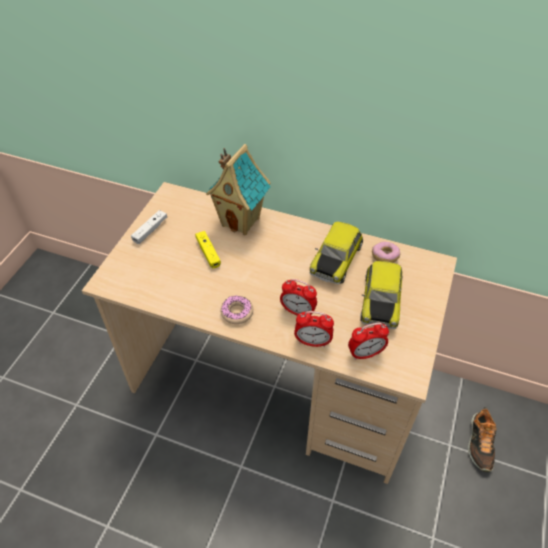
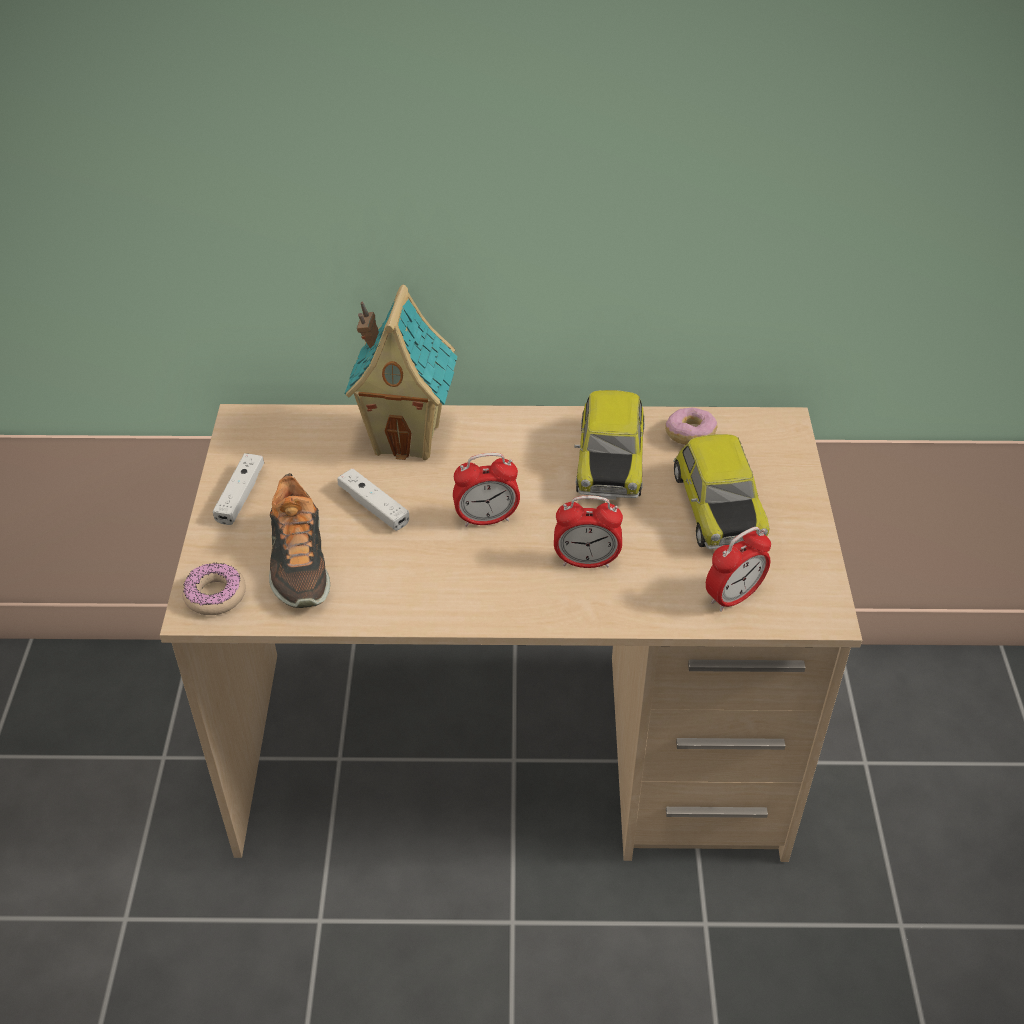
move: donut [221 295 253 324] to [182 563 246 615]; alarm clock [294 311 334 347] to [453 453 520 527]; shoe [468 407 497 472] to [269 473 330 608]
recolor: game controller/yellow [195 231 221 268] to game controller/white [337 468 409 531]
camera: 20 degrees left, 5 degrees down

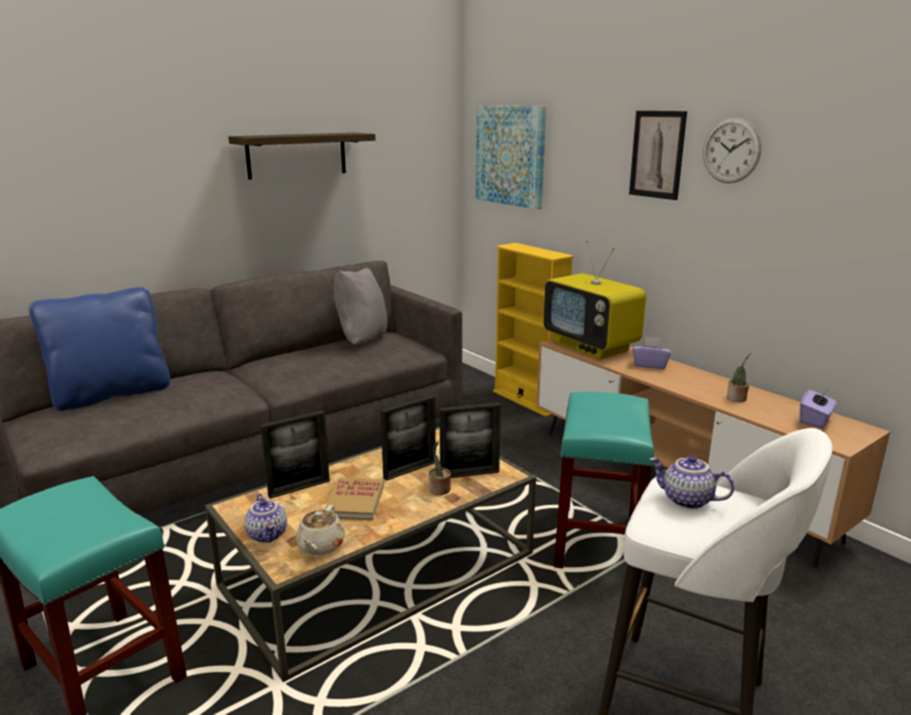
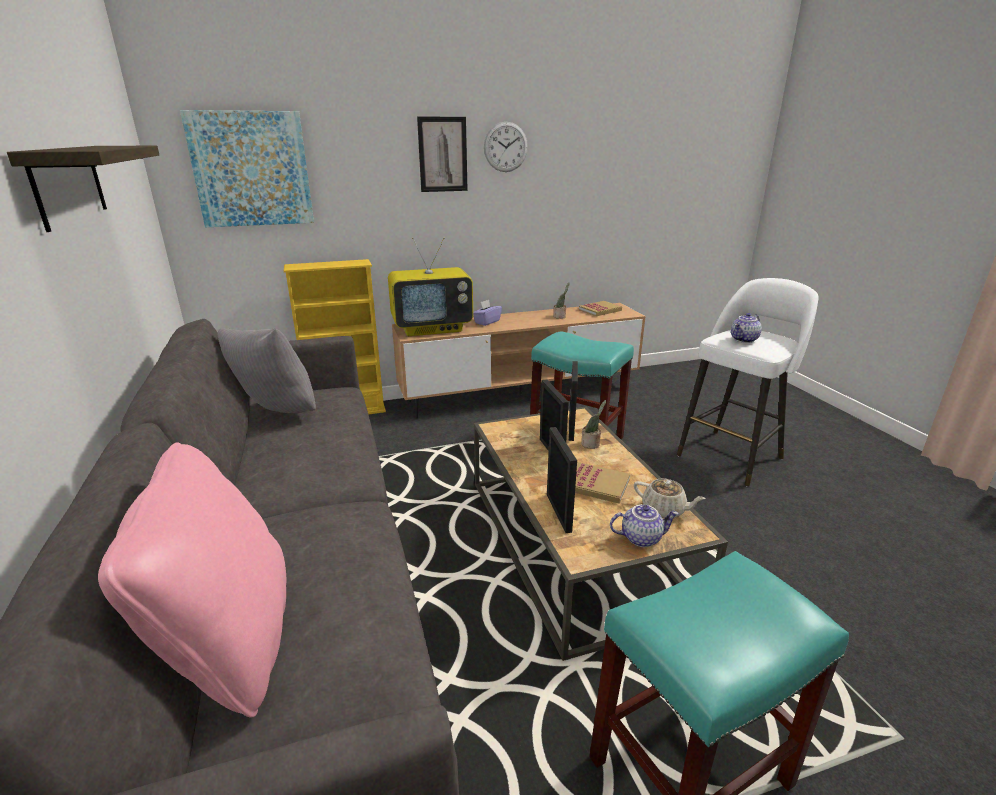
replace: tissue box/purple [799 388 837 428] to book [579 301 622 316]
recolor: pillow/blue [29 287 170 411] to pillow/pink [98 442 286 718]
camera: 70 degrees left, 5 degrees up

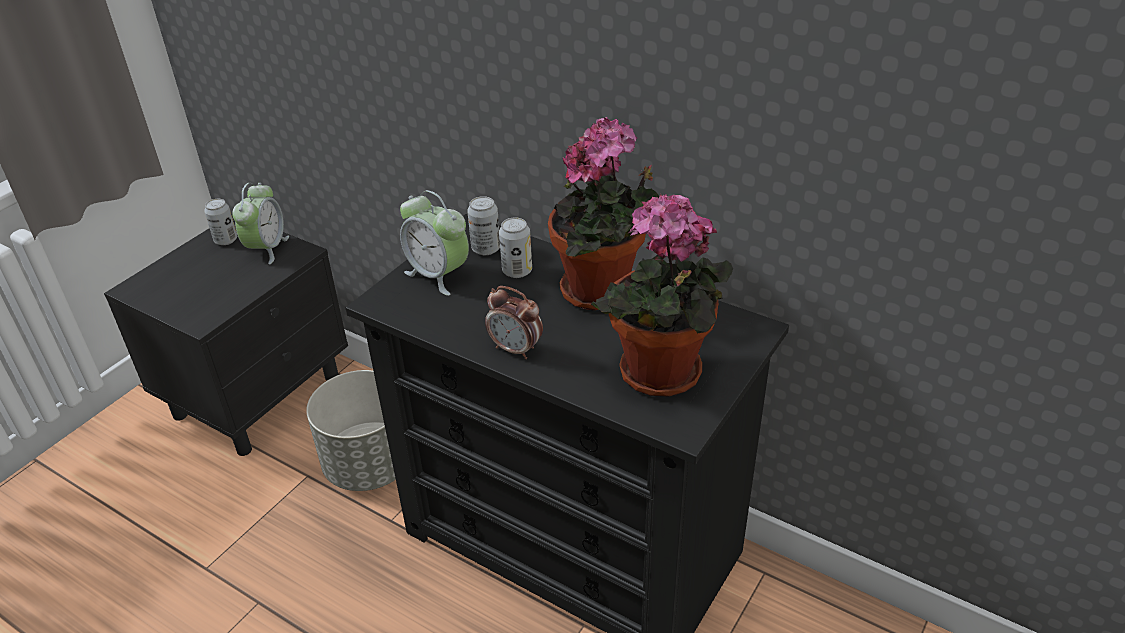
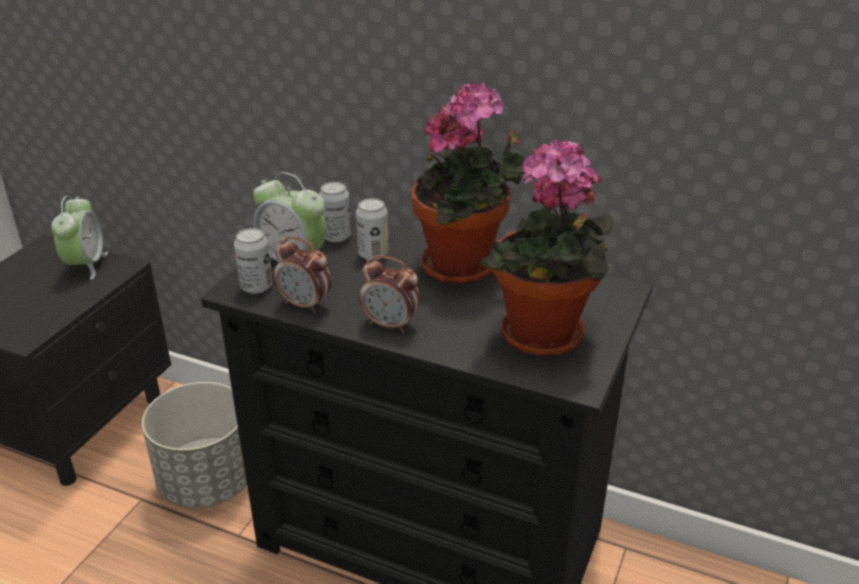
insert: alarm clock [274 237 332 313]
move: can [204 199 237 245] to [234 228 273 294]
camera: 10 degrees left, 5 degrees down

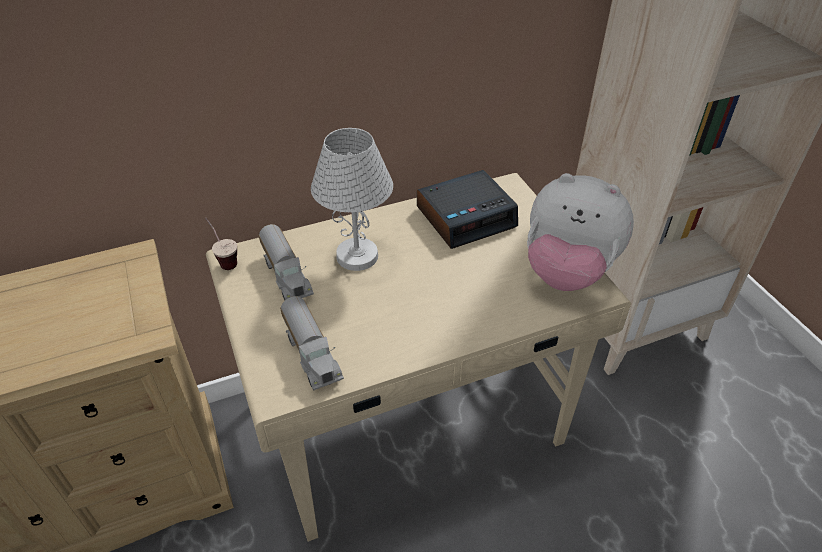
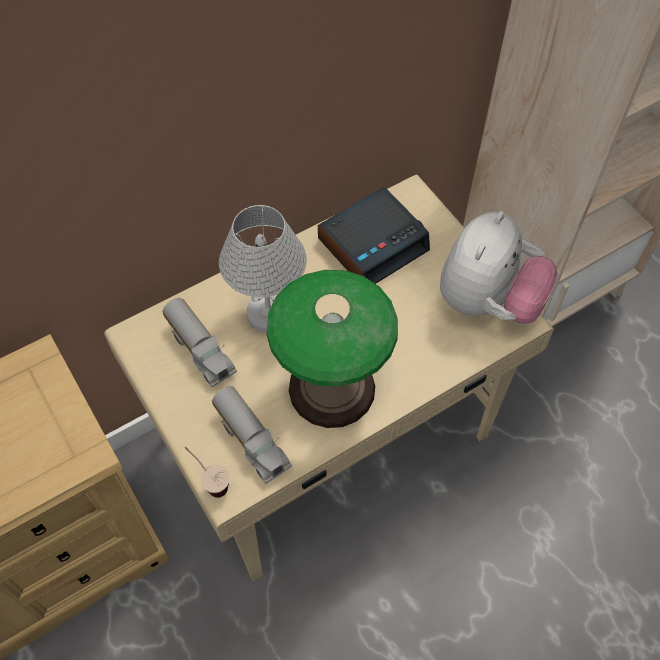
insert: table lamp [266 270 398 428]
move: cup [205 218 237 270] to [185 447 230 498]
rotate: plush toy [527 173 634 291] = [440 211 558 324] 75 degrees counterclockwise
camera: 10 degrees left, 15 degrees up

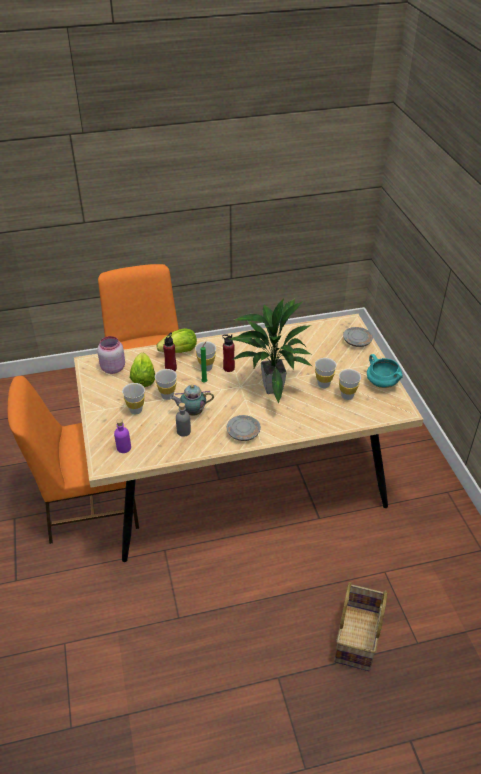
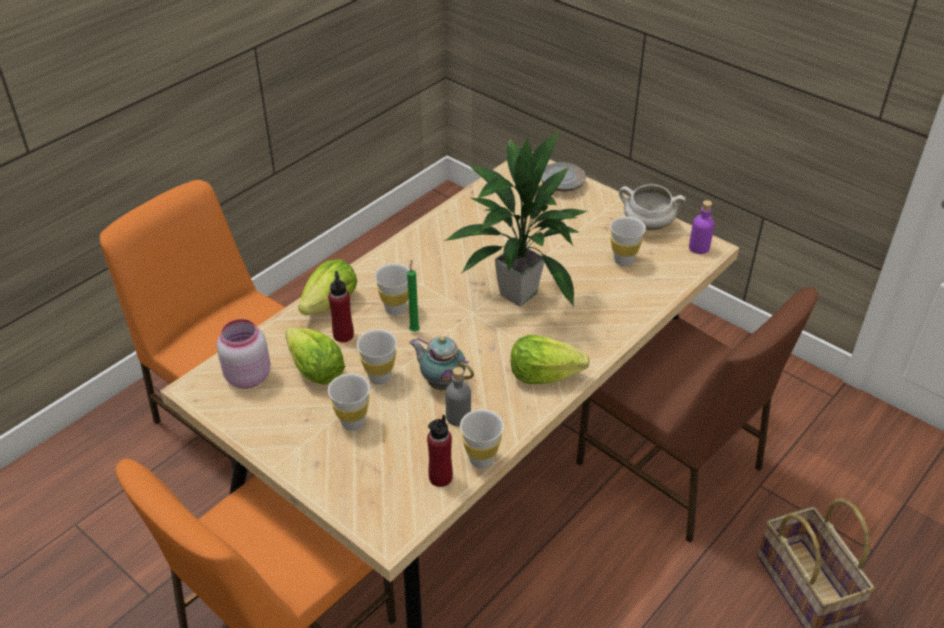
insert: chair/brown [576 287 818 542]
move: bottle/purple [114 419 131 453] to [689 200 715 254]; bottle/red [222 334 235 372] to [427 415 453 487]; cup/white [315 358 337 388] to [460 409 504 469]
replace: plate/grey [227 415 261 441] to lettuce [511 335 590 384]
recolor: cooking pot/turquoise [367 354 403 388] to cooking pot/white [619 184 686 230]
rotate: teapot [170 385 214 416] = [409 336 474 390] 75 degrees clockwise
camera: 35 degrees left, 0 degrees up

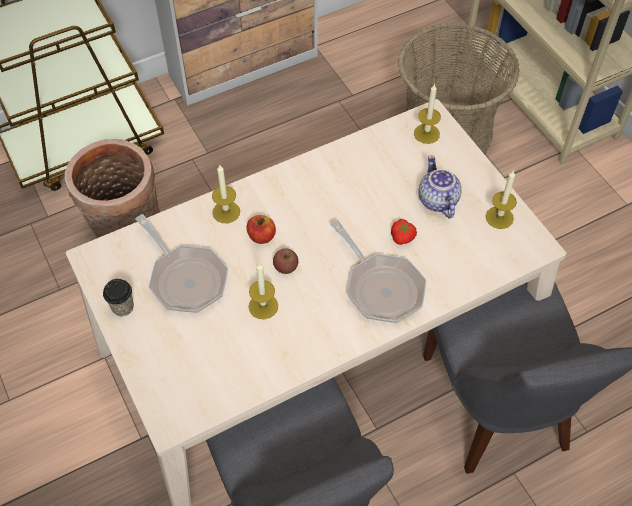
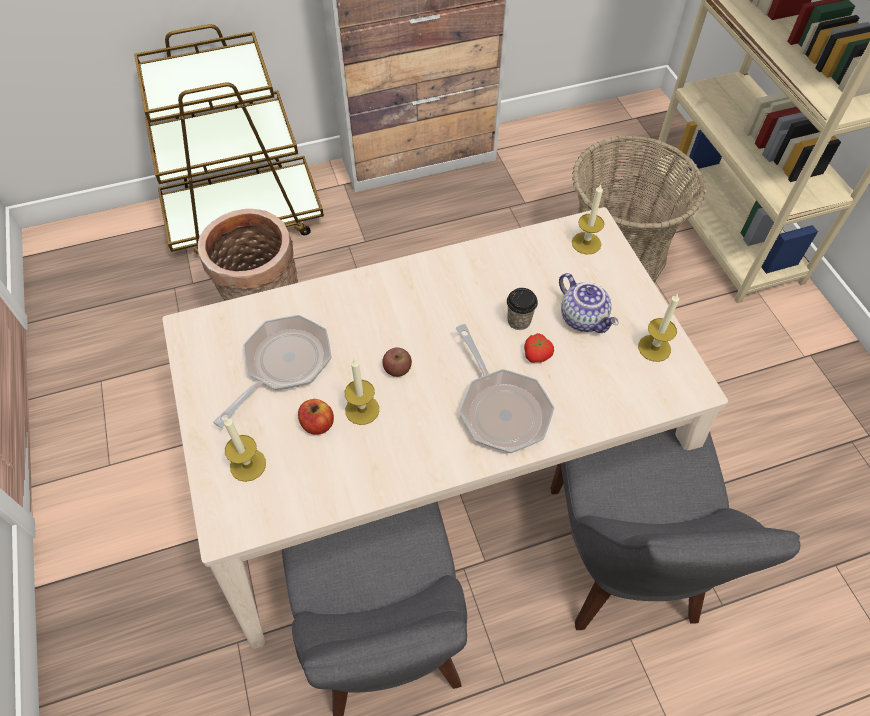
move: cup [103 279 134 316] to [507 288 538 330]; candle [212 164 240 223] to [224 418 266 482]; apple [246 215 276 244] to [298 399 334 435]
rotate: frying pan [135 214 228 313] = [213 315 332 428] 120 degrees counterclockwise; teapot [418 155 462 218] = [559 273 619 333] 150 degrees clockwise
camera: 10 degrees right, 0 degrees up

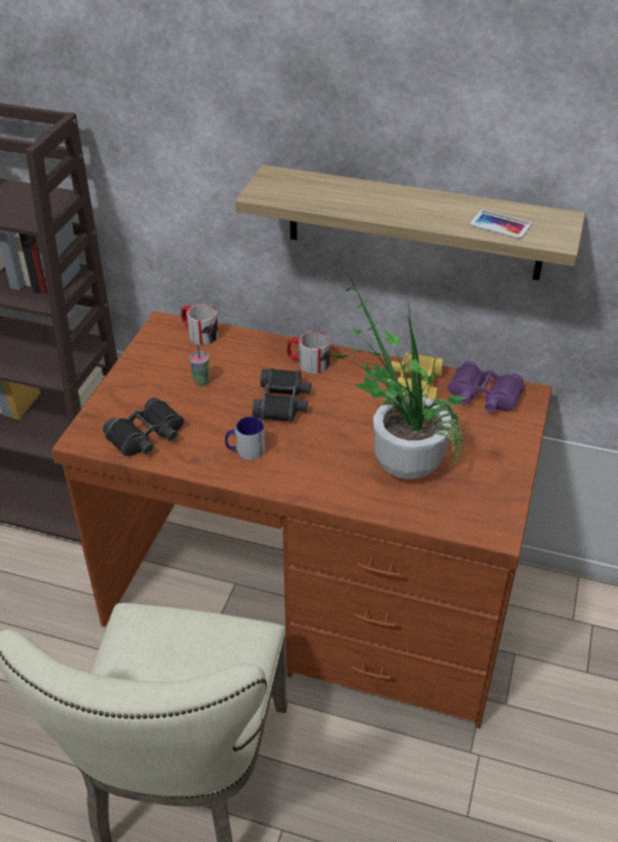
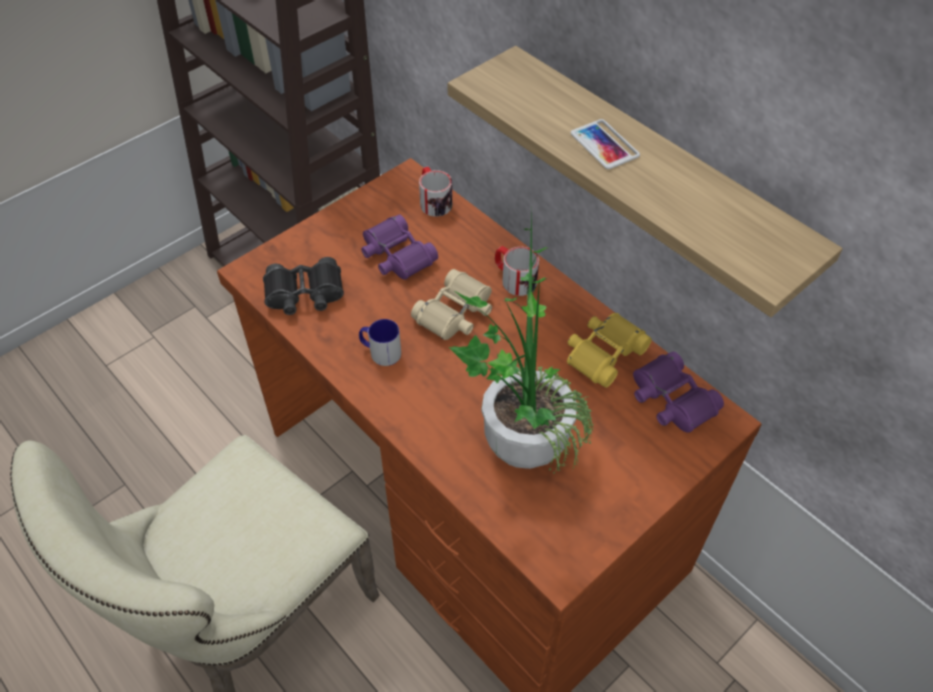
move: phone [470 209 532 239] to [571 119 640 169]
replace: cup [190 344 209 386] to binoculars/purple [361 215 438 280]
recolor: binoculars/black [252 368 311 422] to binoculars/beige [411 269 492 340]
camera: 30 degrees right, 10 degrees up

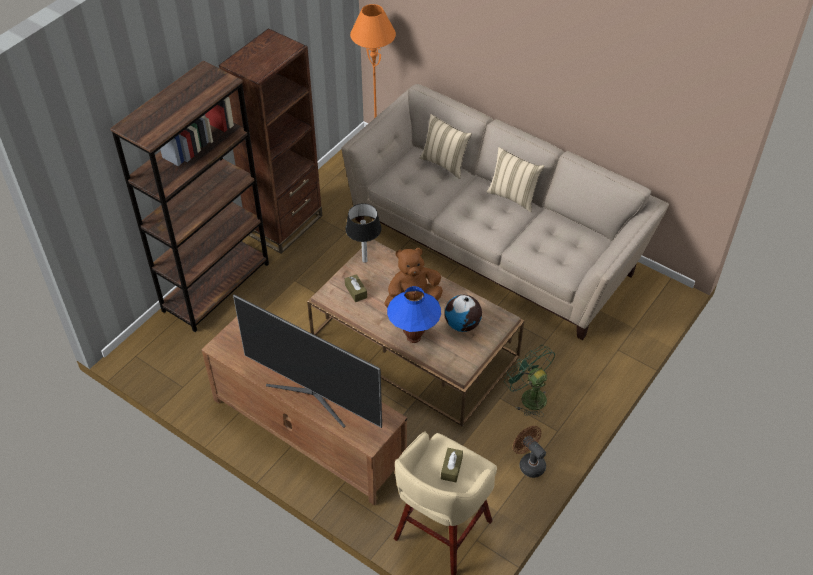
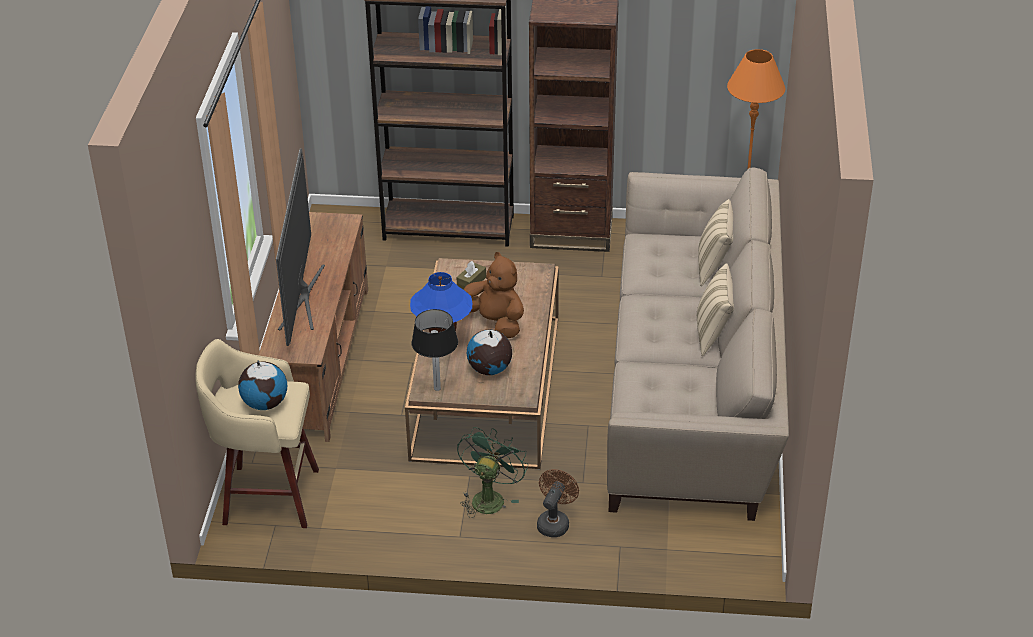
move: table lamp [345 203 381 263] to [412 309 458 391]; fan/brown [513 426 546 478] to [537 469 579 537]
replace: tissue box/brown [441 448 463 482] to globe [238 361 288 410]
camera: 60 degrees right, 10 degrees down

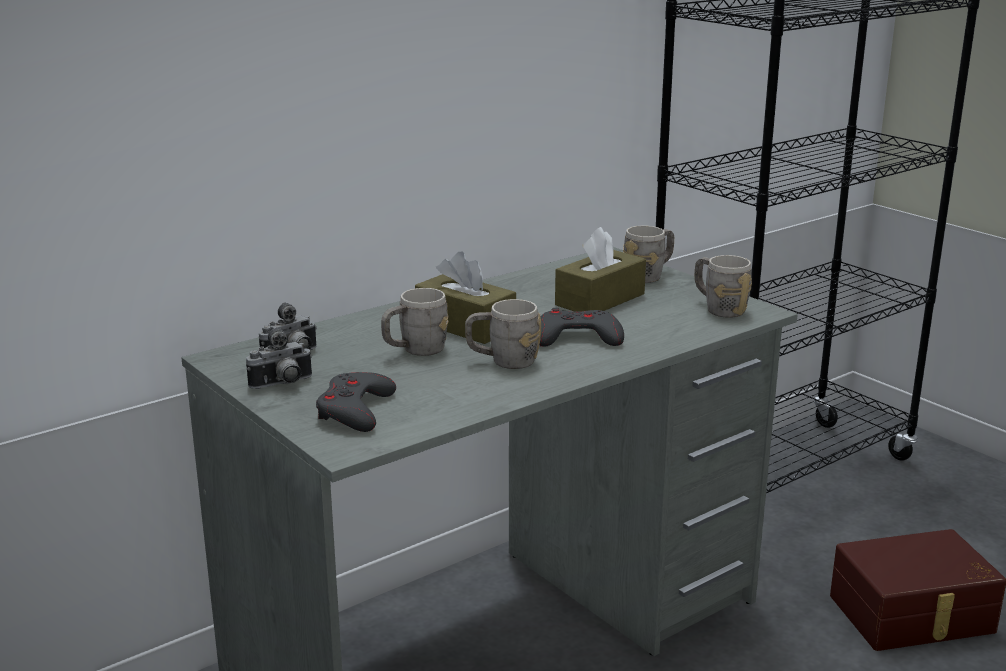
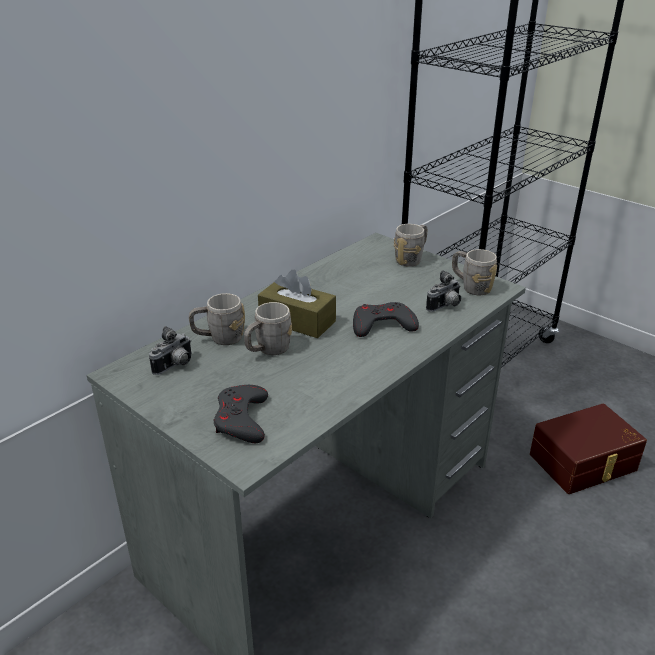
delete: tissue box/brown [555 227 646 312]
move: photo camera [246 327 312 389] to [426 270 461 312]; mug/grey [465 299 541 369] to [189 293 245 345]
camera: 10 degrees left, 10 degrees up

